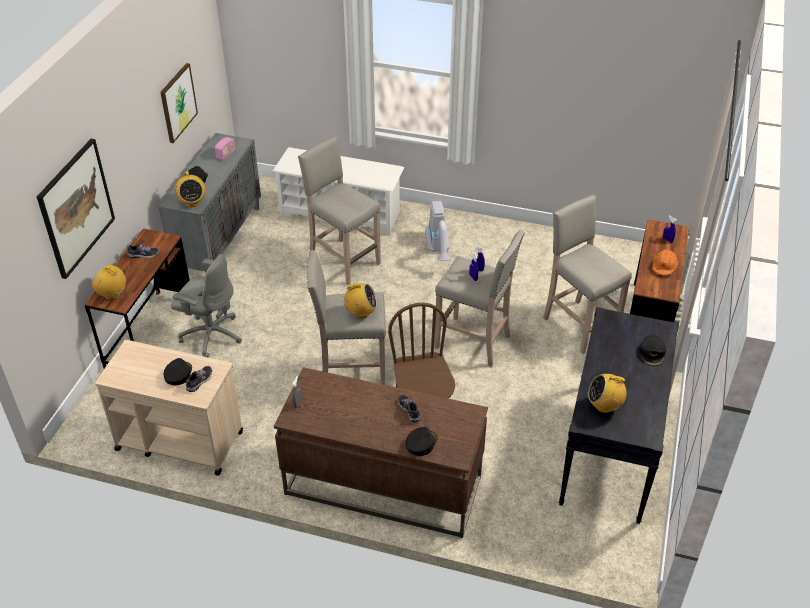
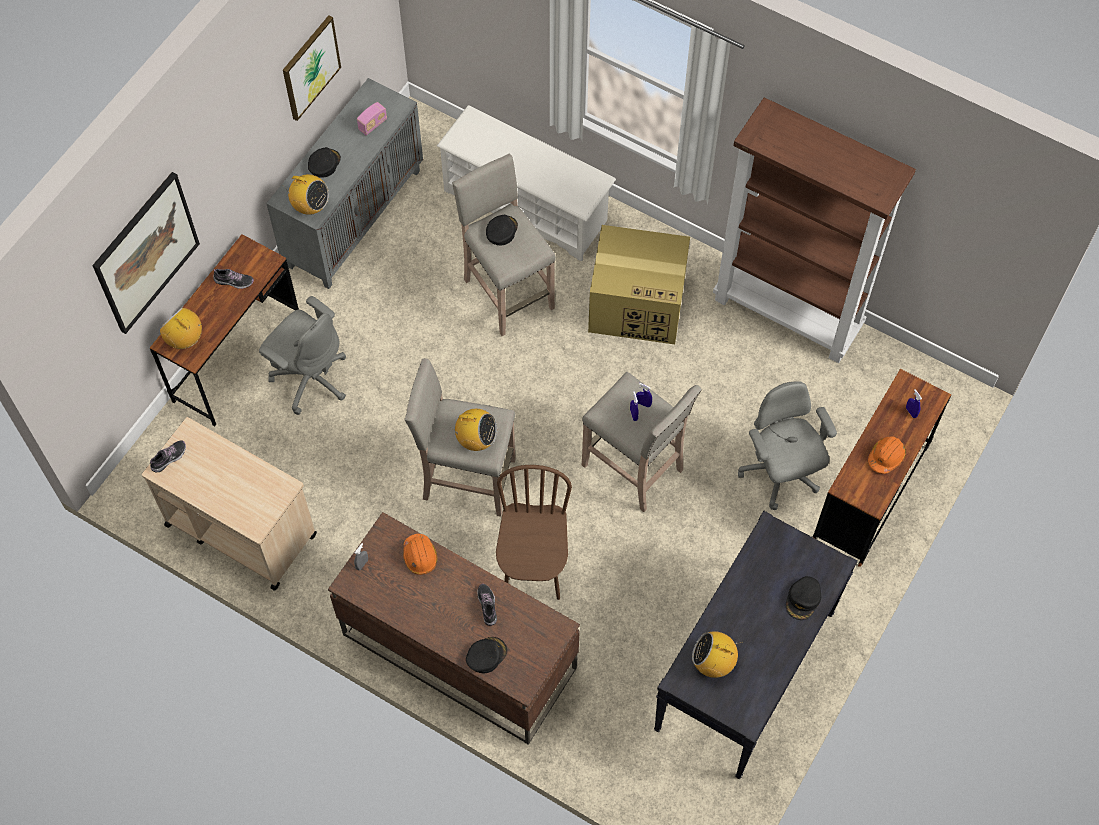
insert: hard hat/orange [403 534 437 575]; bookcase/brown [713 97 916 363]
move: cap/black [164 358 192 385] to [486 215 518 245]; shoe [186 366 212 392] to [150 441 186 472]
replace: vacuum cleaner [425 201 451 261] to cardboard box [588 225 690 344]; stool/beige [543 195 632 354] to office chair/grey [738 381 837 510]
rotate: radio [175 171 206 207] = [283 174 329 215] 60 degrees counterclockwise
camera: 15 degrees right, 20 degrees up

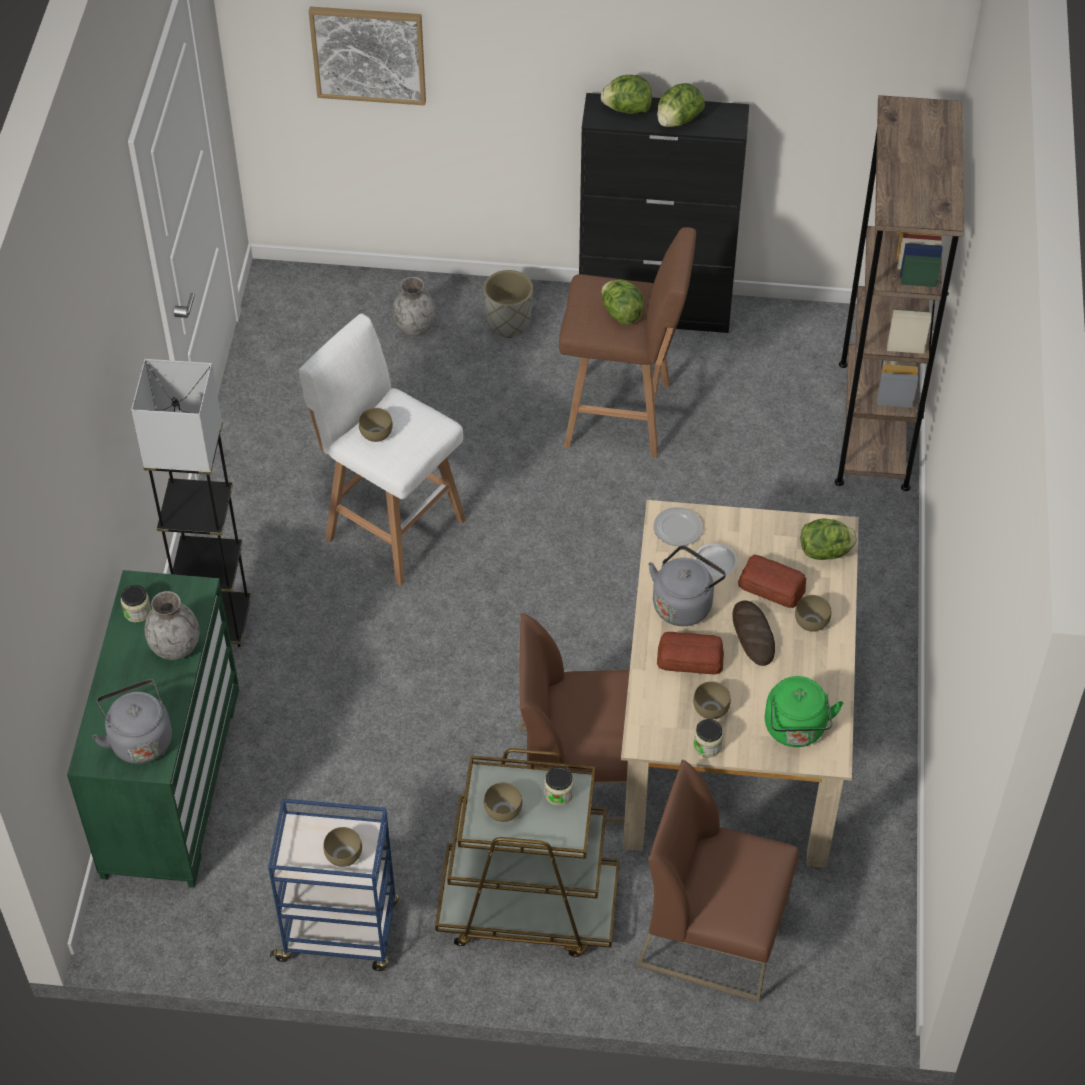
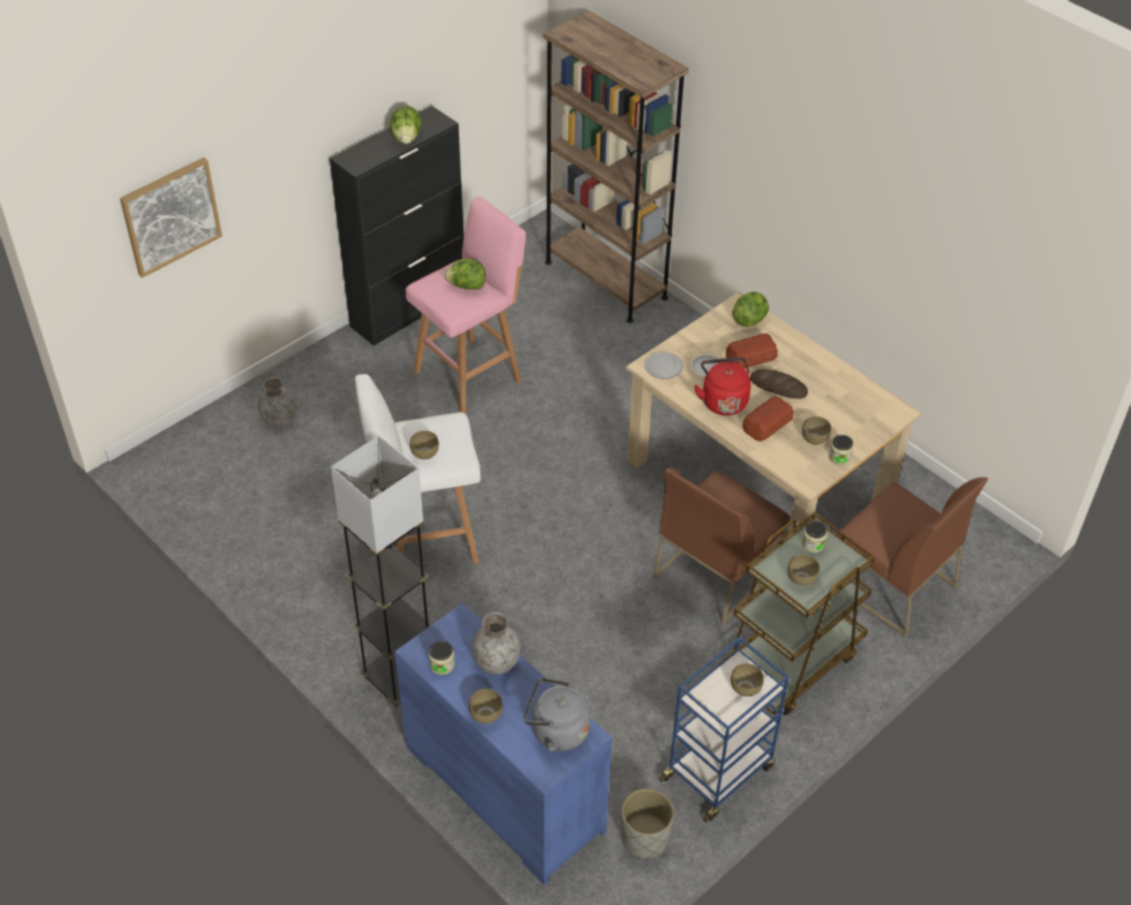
delete: lettuce [601 75 652 114]; kettle/green [765 676 843 747]
move: planter/grey [484 270 533 338] to [621 788 674 858]; bowl/brown [795 595 831 632] to [469 689 503 724]
recolor: dresser/green [67 570 239 888] to dresser/blue [395 603 613 885]; stool/brown [559 227 696 458] to stool/pink [406 196 526 414]; kettle/grey [648 545 726 626] to kettle/red [694 357 751 416]
rotate: chair/brown [637 760 799 1002] = [837 477 988 637] 105 degrees counterclockwise
camera: 50 degrees left, 5 degrees down

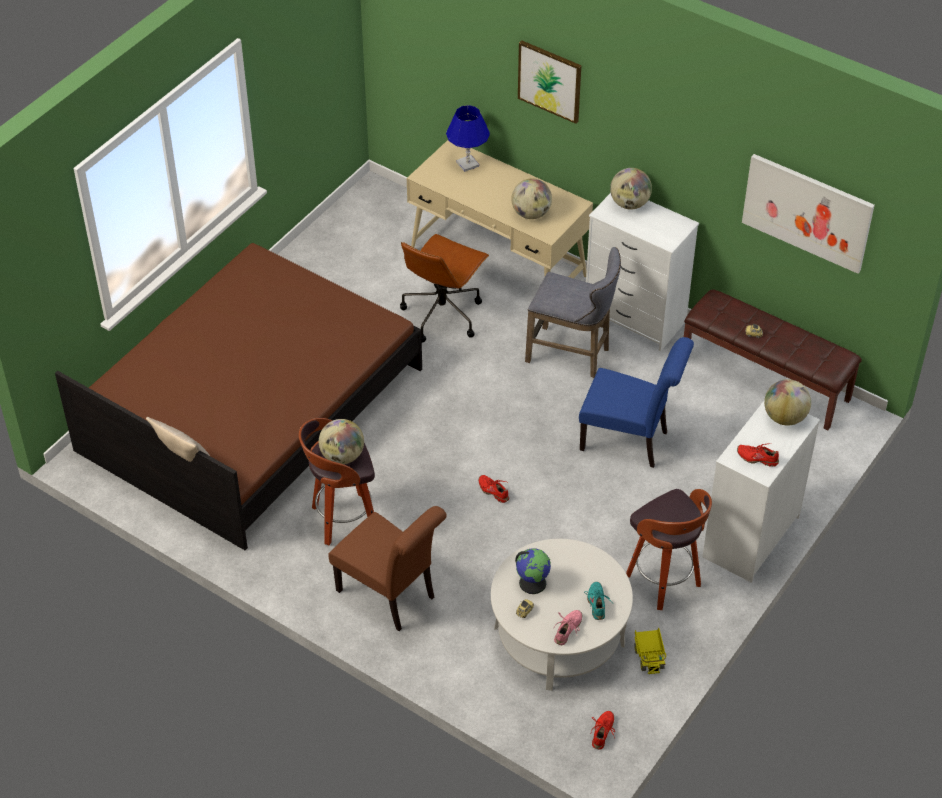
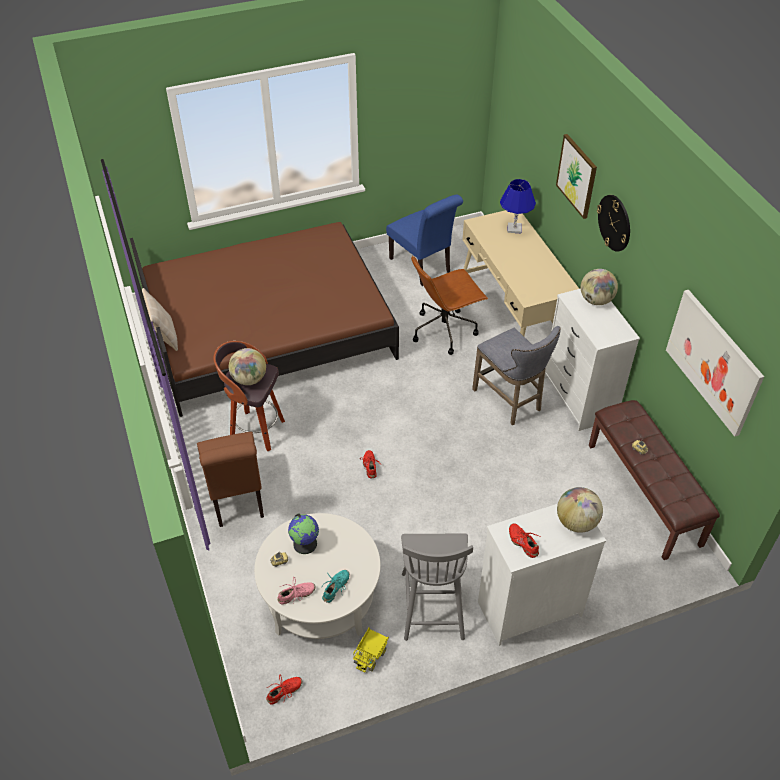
delete: globe [512 178 552 219]
insert: wall clock [597 195 630 252]
move: chair/blue [579 337 694 468] to [386 195 463 286]
replace: stool [626 489 712 610] to chair/grey [401 534 473 641]
camera: 35 degrees right, 0 degrees up

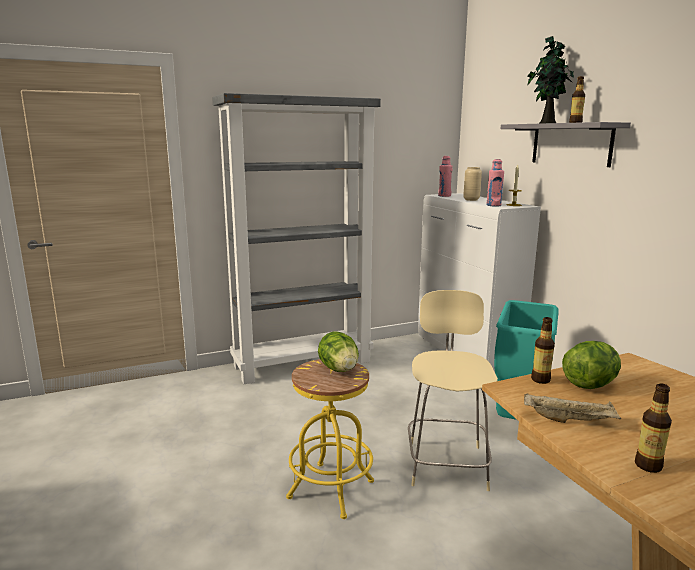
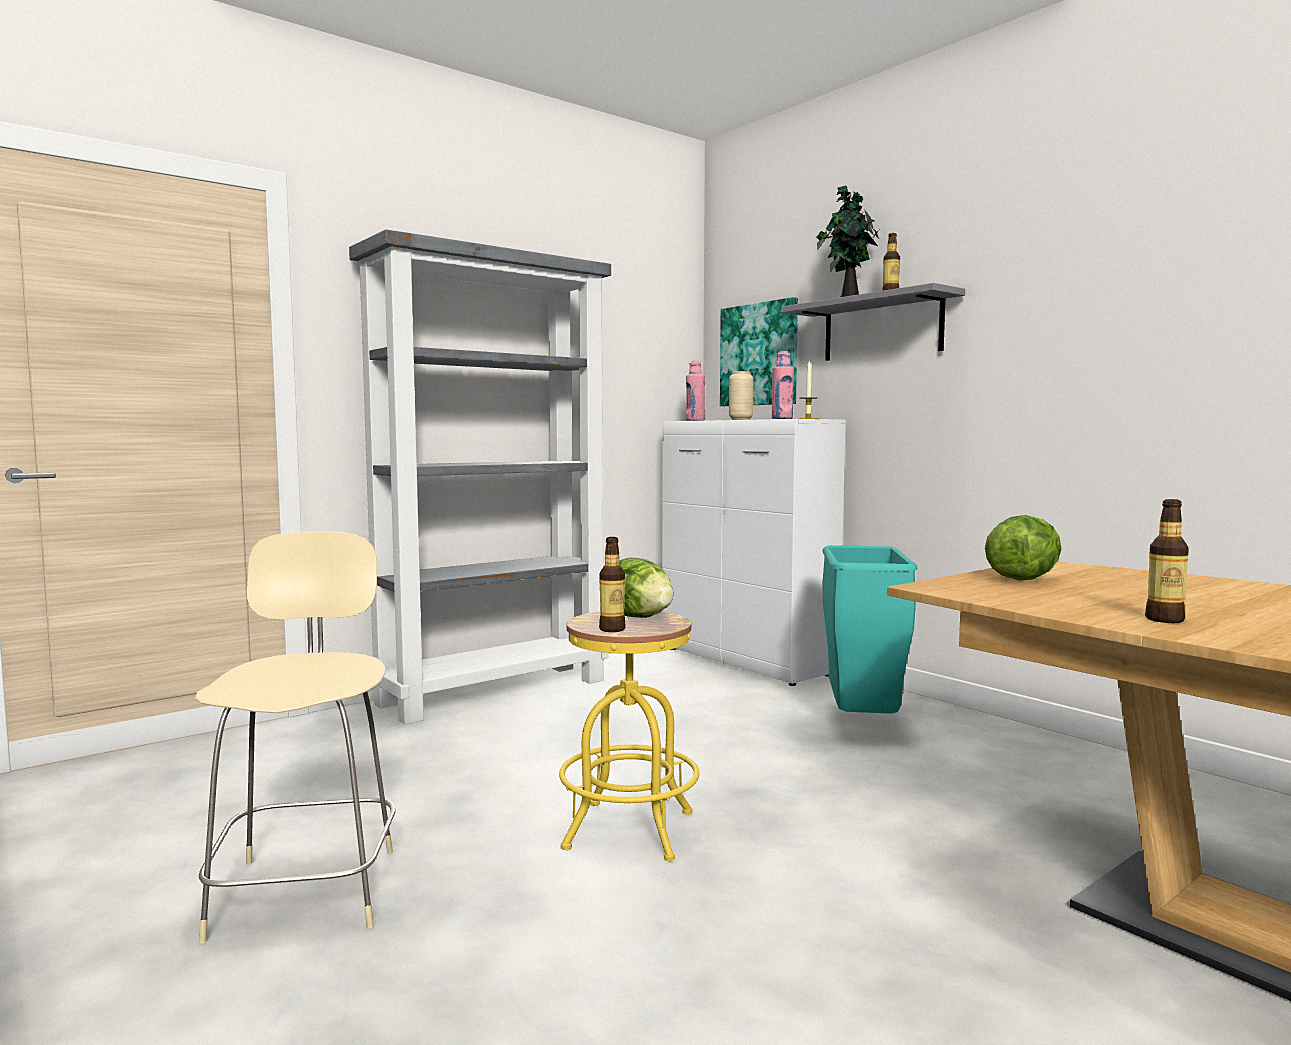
delete: tray/beige [524 393 621 423]
insert: picture [720 297 798 406]
move: stool/beige [408 290 498 491] to [195 531 395 944]; bottle [531 317 555 384] to [599 537 626 632]
camera: 15 degrees left, 10 degrees down

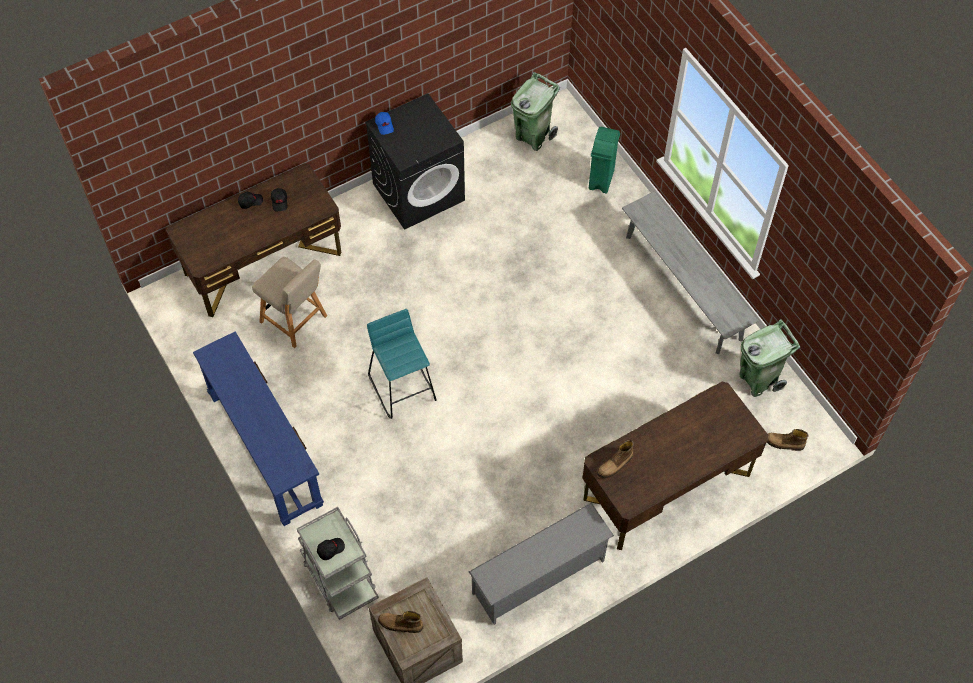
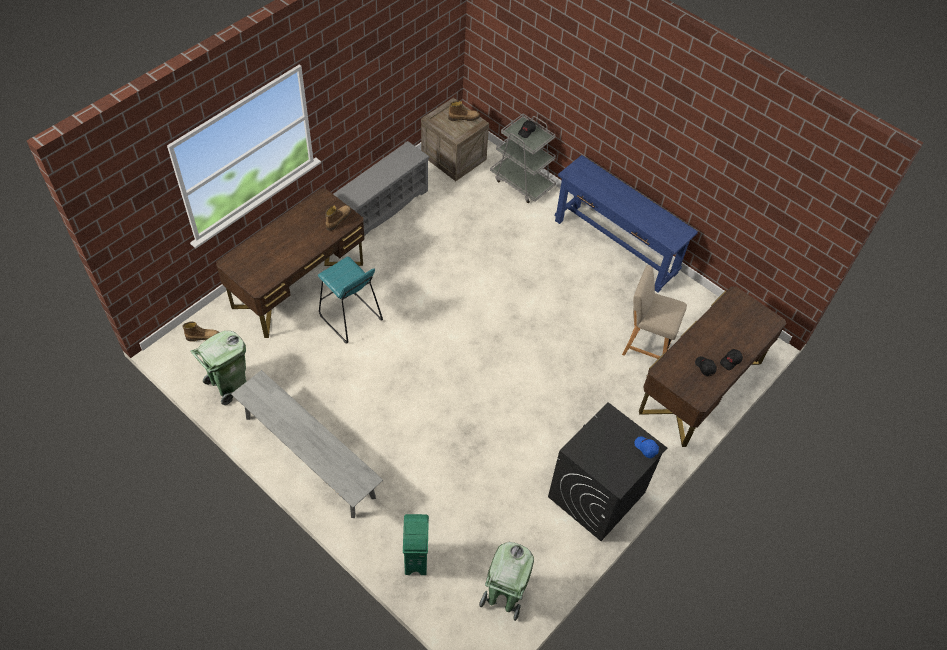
move: stool/turquoise [367 309 436 419] to [318 256 383 343]
camera: 160 degrees right, 5 degrees down

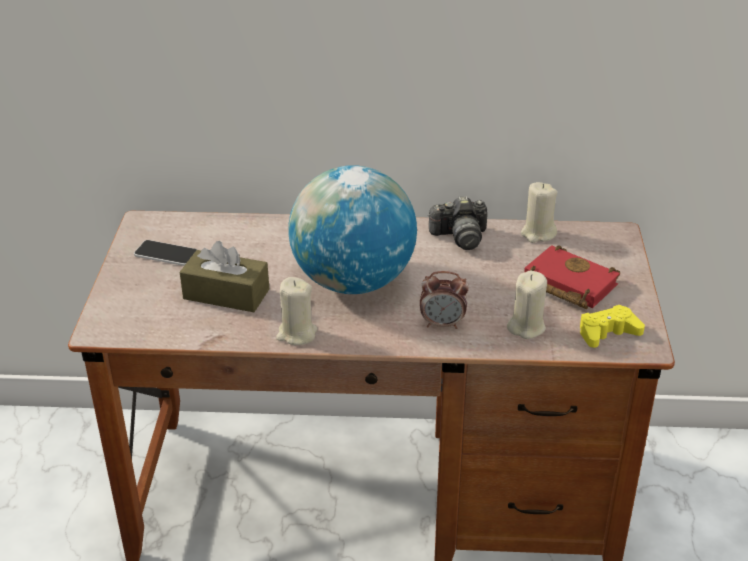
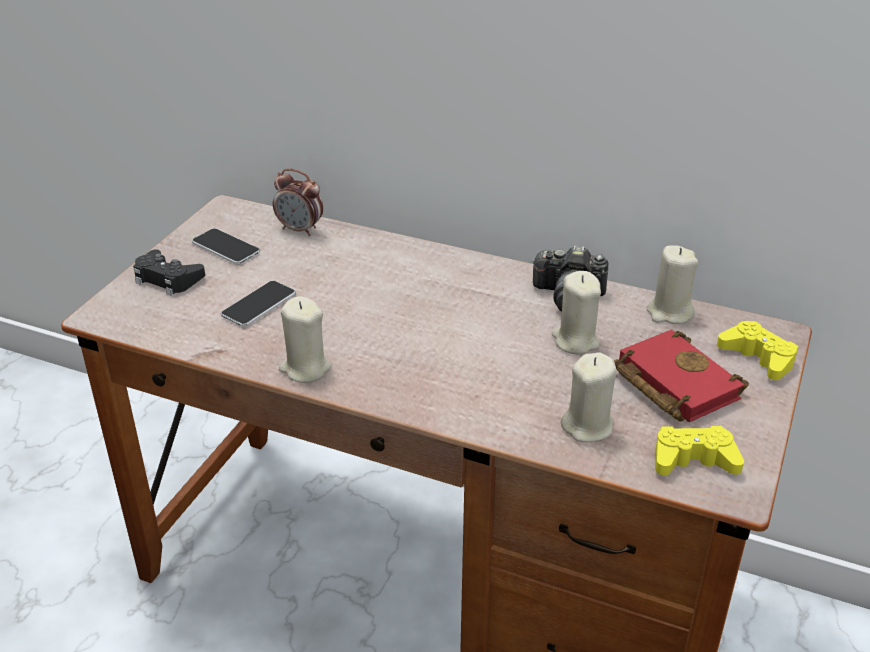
delete: globe [288 165 417 294]
insert: game controller/black [133 249 205 296]; candle/beige [552 271 601 355]; game controller/yellow [717 321 798 380]
move: alarm clock [420 271 469 329] to [273 169 323 236]
replace: tissue box/brown [180 241 269 312] to phone [221 281 296 327]
camera: 20 degrees right, 0 degrees up

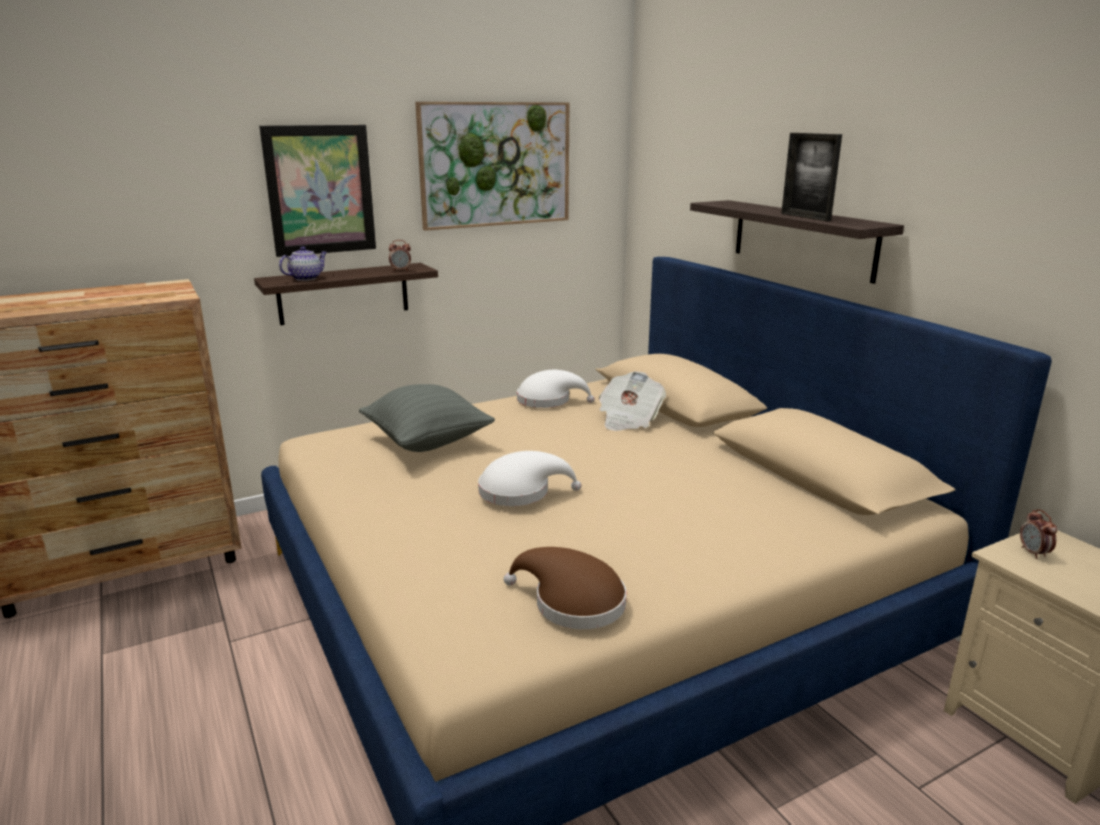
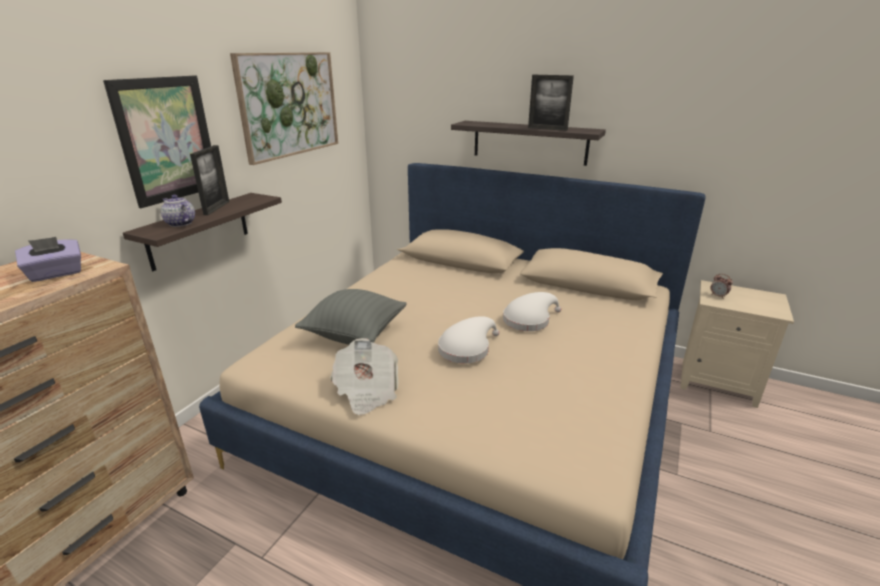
delete: alarm clock [389 240 411 271]; hat/brown [504 547 627 629]
insert: tissue box/purple [15 237 81 282]; picture frame [190 145 229 215]
move: hat/white [517 370 595 408] to [503 292 561 331]; newspaper [599 371 666 431] to [331 338 398 415]
rotate: teapot [279 246 327 281] = [161 195 195 227] 60 degrees counterclockwise
camera: 35 degrees left, 5 degrees up

